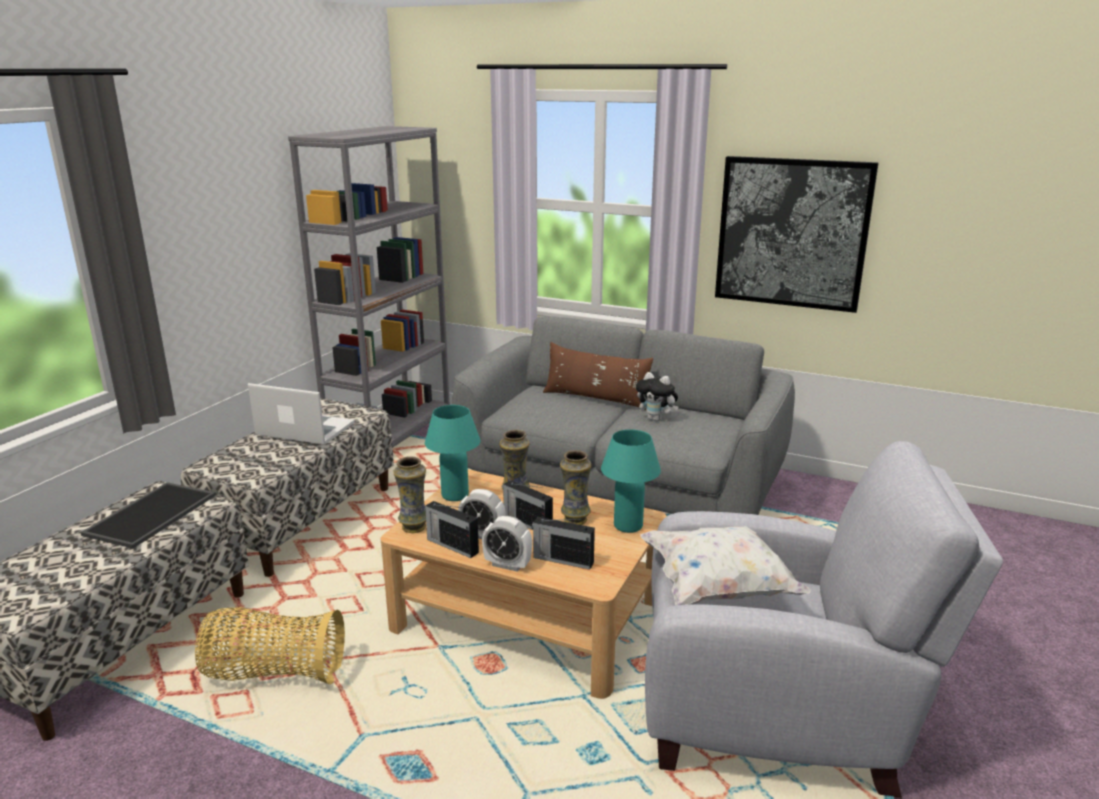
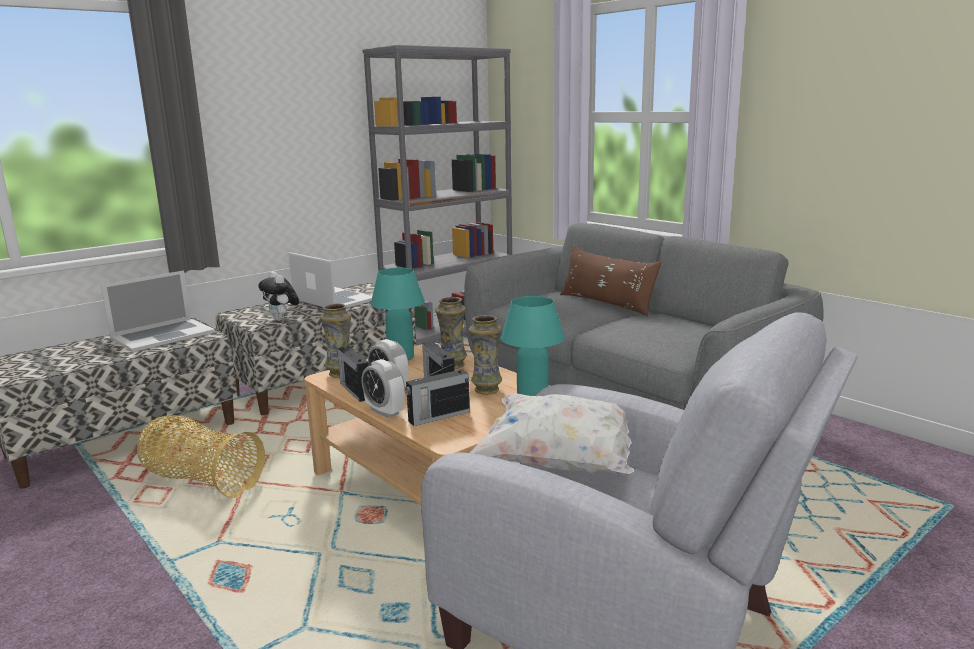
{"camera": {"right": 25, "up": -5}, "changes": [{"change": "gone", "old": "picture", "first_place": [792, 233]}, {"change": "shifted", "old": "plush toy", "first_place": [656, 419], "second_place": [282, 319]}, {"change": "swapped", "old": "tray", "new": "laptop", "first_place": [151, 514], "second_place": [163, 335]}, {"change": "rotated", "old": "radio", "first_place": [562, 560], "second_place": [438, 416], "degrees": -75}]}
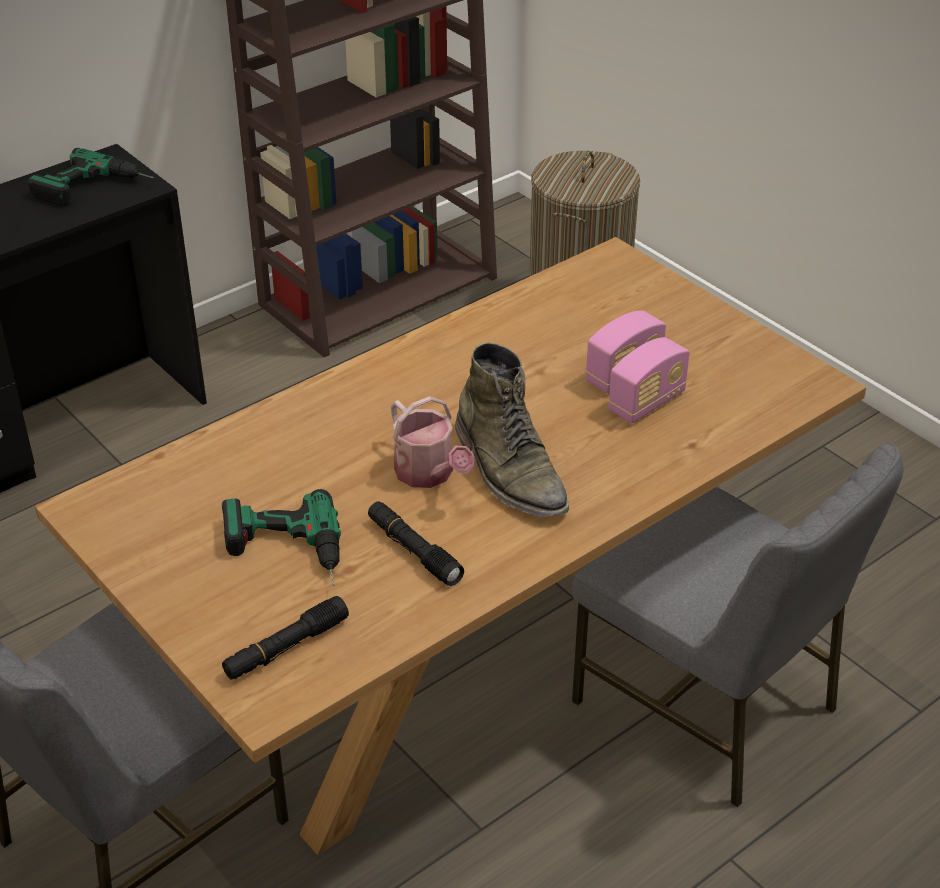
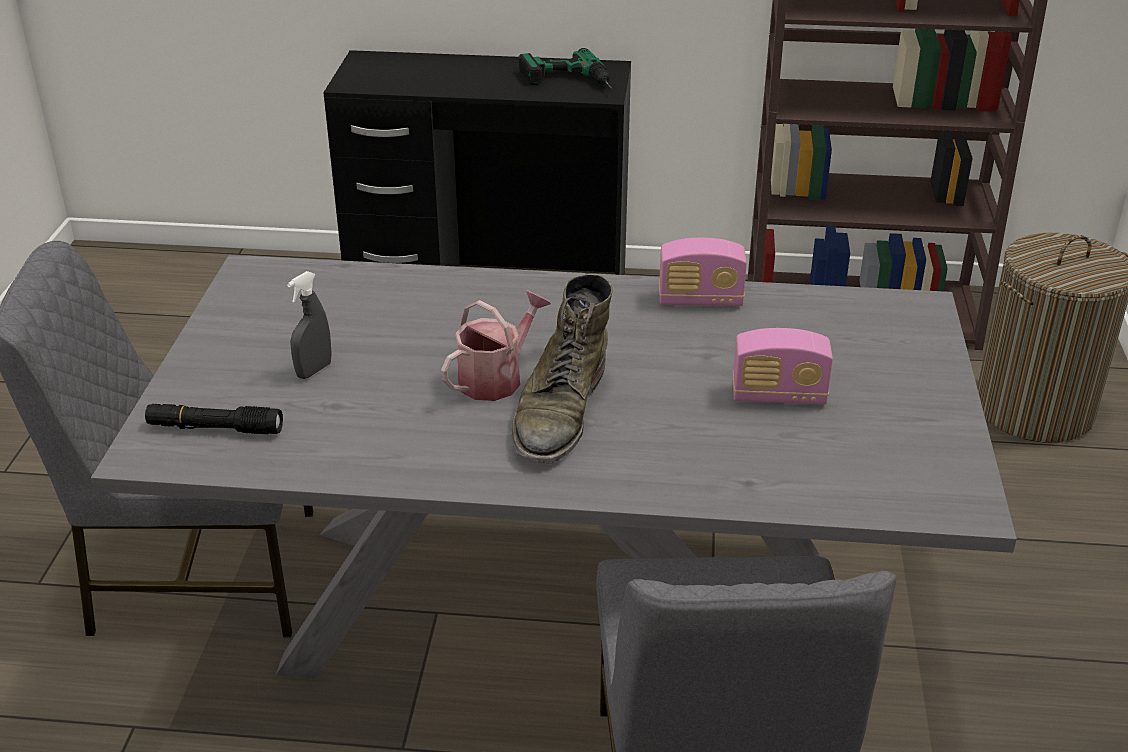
{"camera": {"right": 45, "up": -5}, "changes": [{"change": "gone", "old": "black flashlight", "first_place": [414, 551]}, {"change": "shifted", "old": "radio", "first_place": [647, 402], "second_place": [700, 300]}, {"change": "swapped", "old": "power drill", "new": "grey spray bottle", "first_place": [285, 554], "second_place": [314, 370]}, {"change": "repainted", "old": "brown dining table", "new": "grey dining table", "first_place": [468, 657], "second_place": [564, 617]}, {"change": "rotated", "old": "watering can", "first_place": [429, 474], "second_place": [496, 378], "degrees": -150}]}
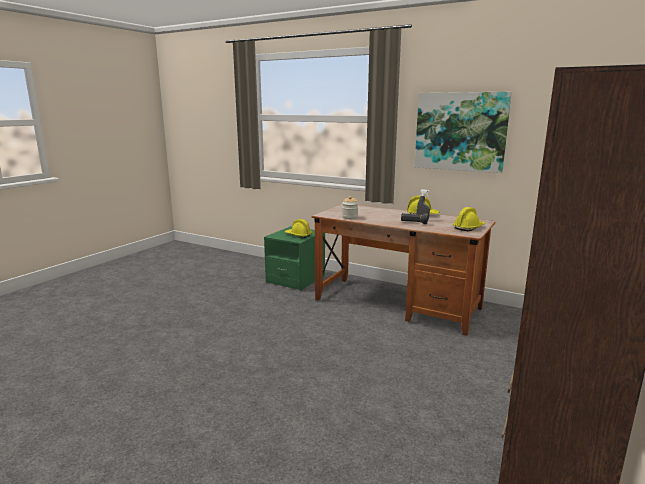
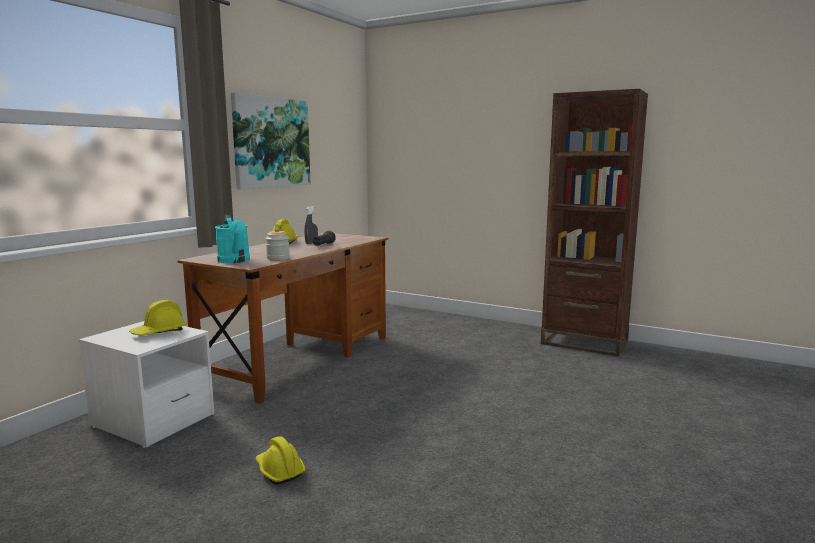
{"camera": {"right": -90, "up": -5}, "changes": [{"change": "new", "new": "turquoise watering can", "second_place": [235, 261]}, {"change": "shifted", "old": "yellow hard hat", "first_place": [468, 228], "second_place": [279, 470]}, {"change": "repainted", "old": "green nightstand", "new": "white nightstand", "first_place": [296, 279], "second_place": [153, 421]}]}
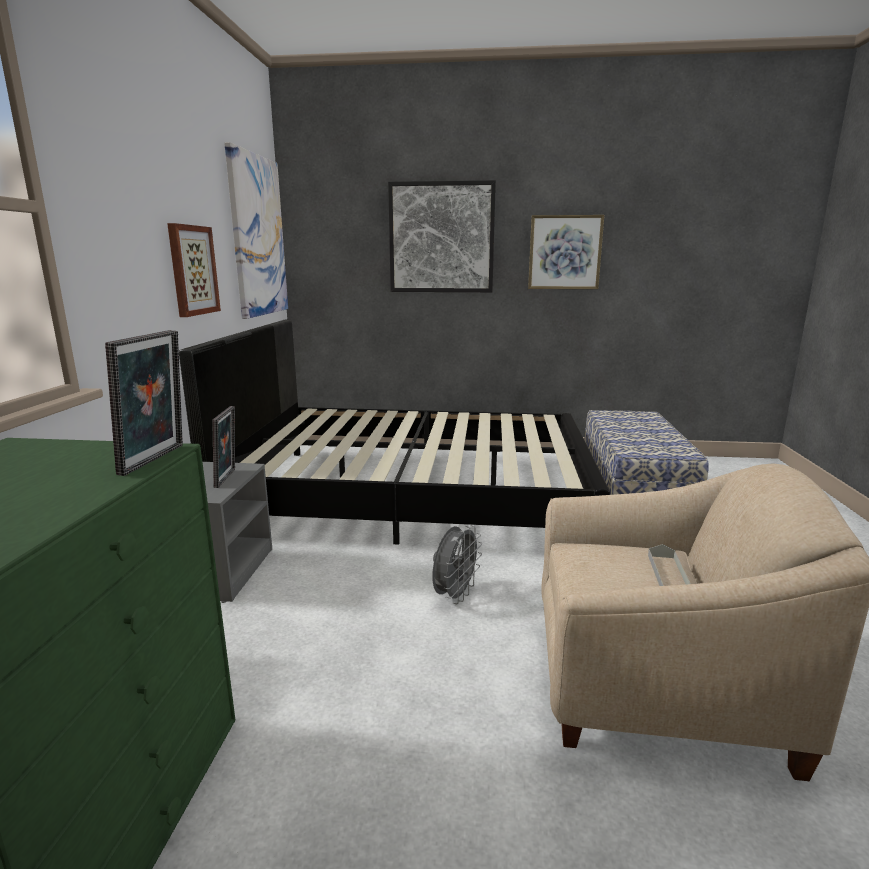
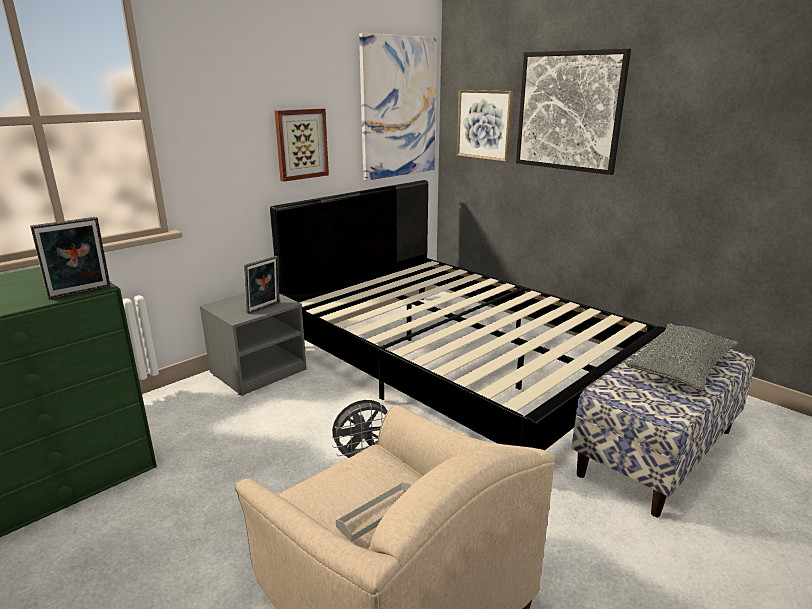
{"camera": {"right": 40, "up": 5}, "changes": [{"change": "new", "new": "grey pillow", "second_place": [680, 368]}, {"change": "shifted", "old": "picture", "first_place": [564, 252], "second_place": [484, 125]}]}
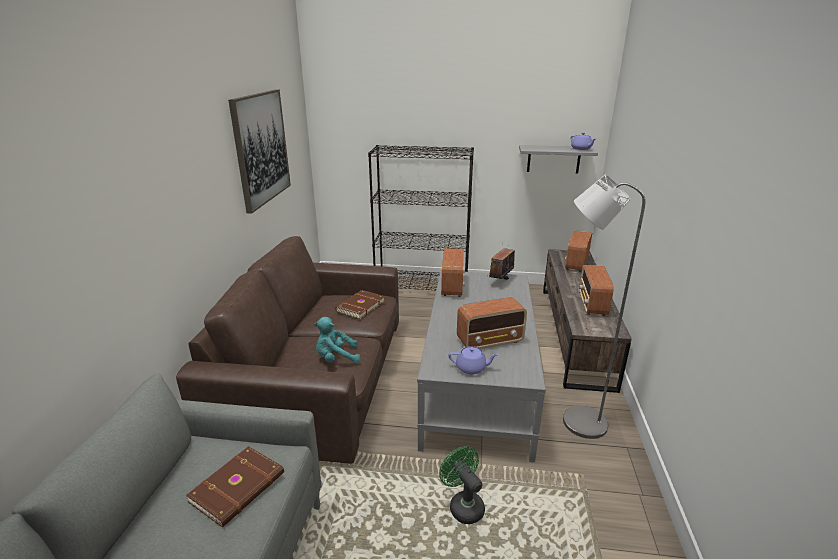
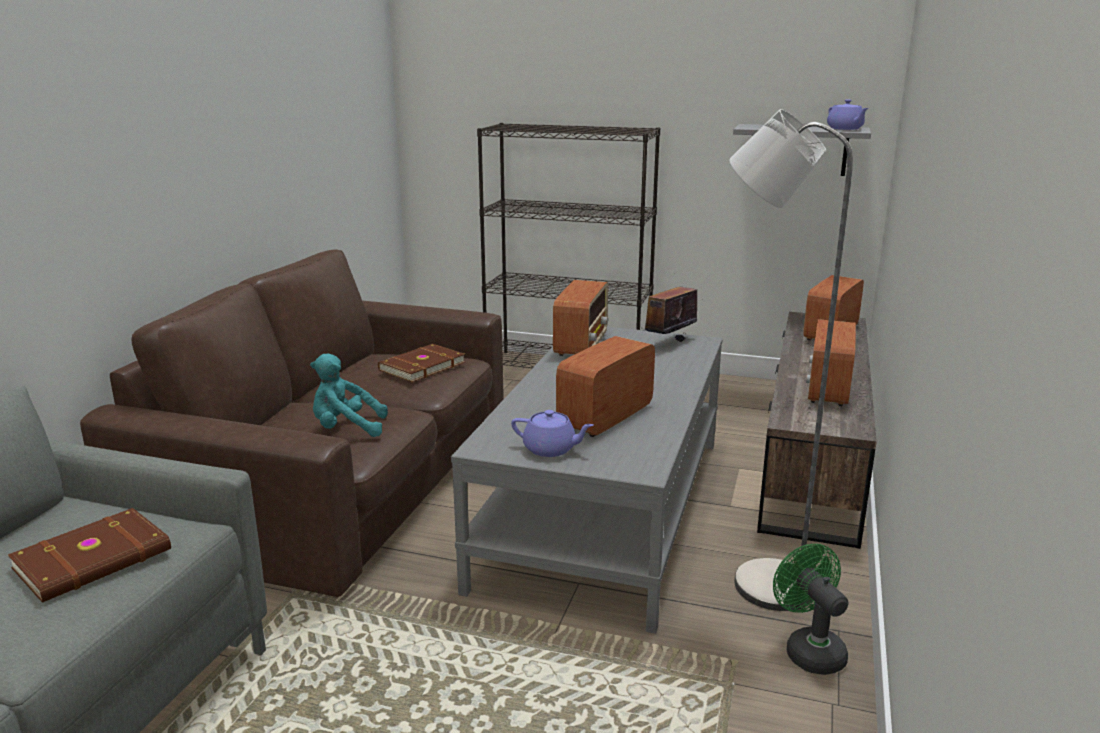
{"camera": {"right": 10, "up": -5}, "changes": [{"change": "gone", "old": "picture", "first_place": [261, 148]}, {"change": "shifted", "old": "green fan", "first_place": [463, 505], "second_place": [809, 649]}, {"change": "rotated", "old": "radio", "first_place": [490, 341], "second_place": [604, 418], "degrees": 135}]}
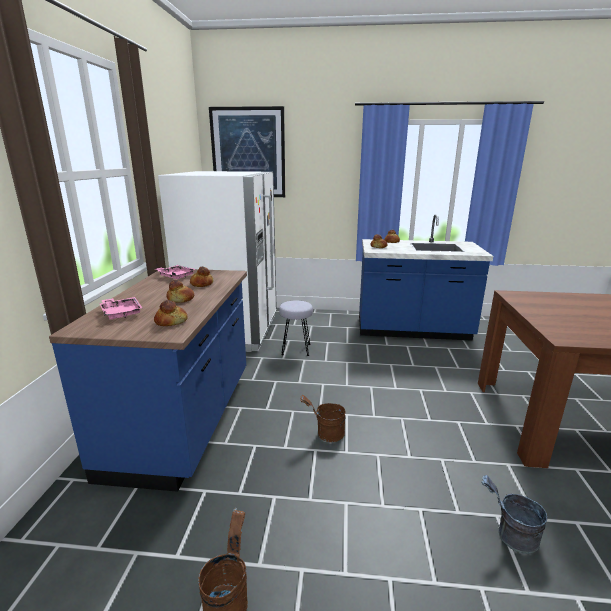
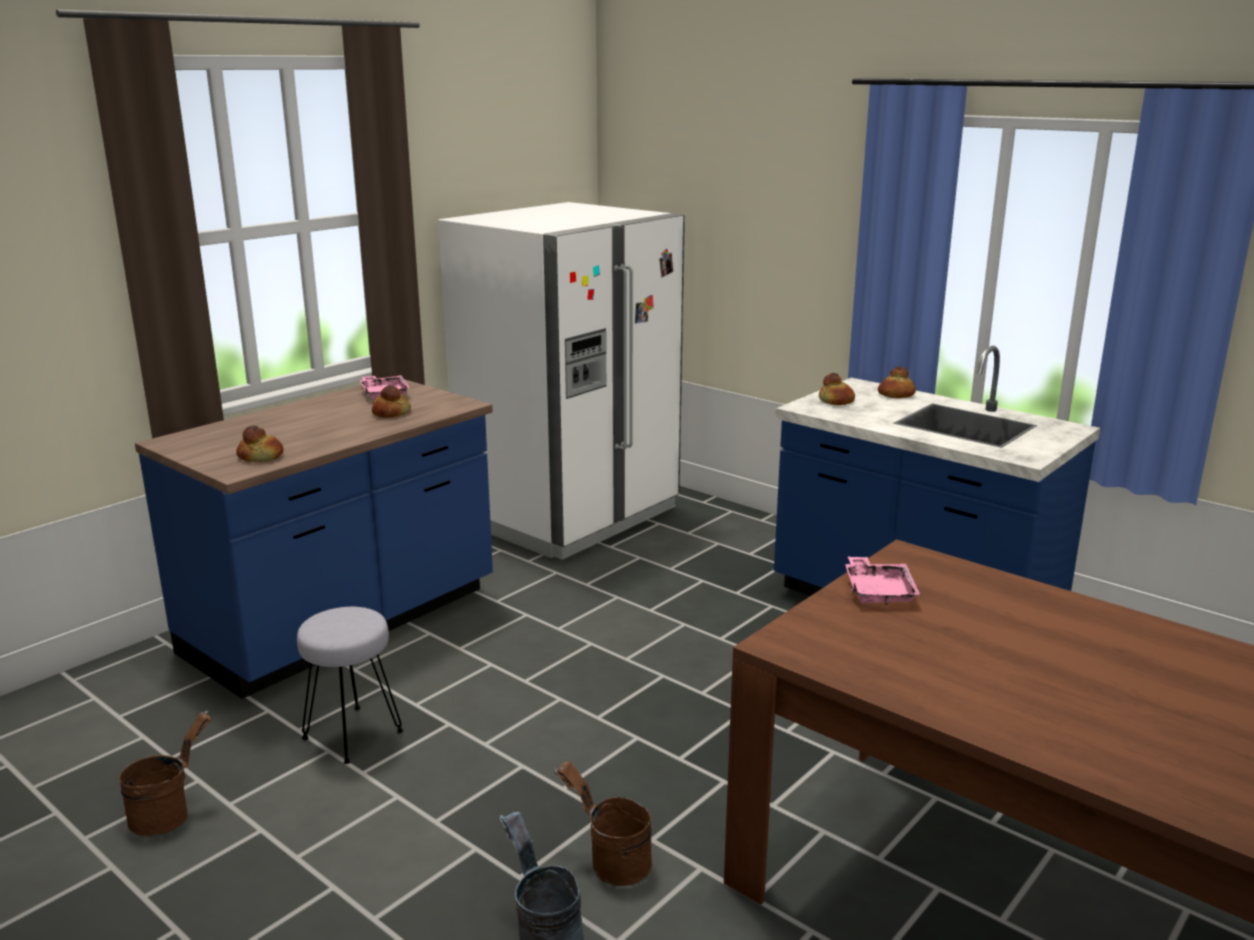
{"camera": {"right": 35, "up": 0}, "changes": [{"change": "gone", "old": "bread", "first_place": [181, 299]}, {"change": "gone", "old": "picture", "first_place": [248, 153]}, {"change": "shifted", "old": "pink tray", "first_place": [121, 313], "second_place": [878, 591]}, {"change": "shifted", "old": "grey stool", "first_place": [296, 349], "second_place": [354, 734]}, {"change": "shifted", "old": "brown bucket", "first_place": [325, 434], "second_place": [610, 863]}]}
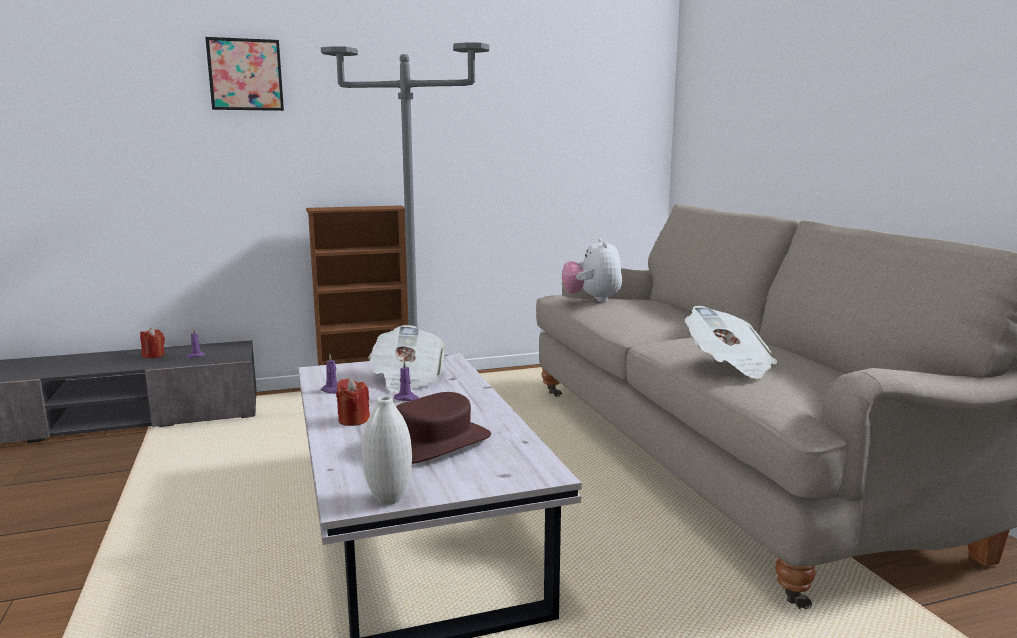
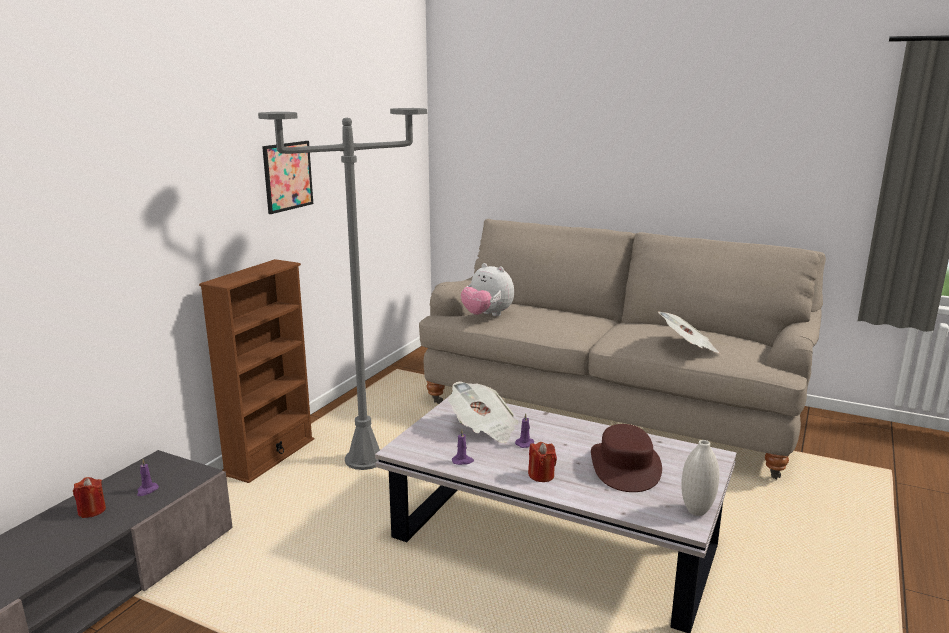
{"camera": {"right": -45, "up": 5}, "changes": [{"change": "shifted", "old": "picture", "first_place": [245, 74], "second_place": [287, 176]}]}
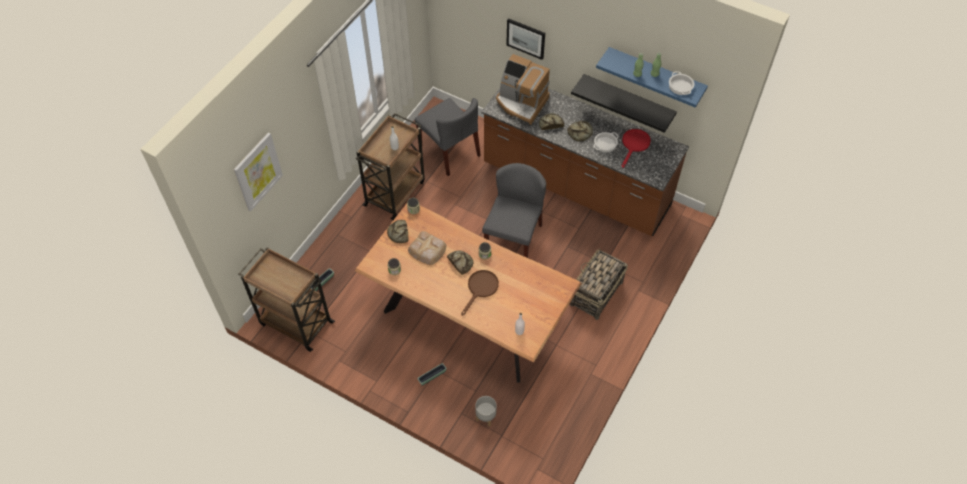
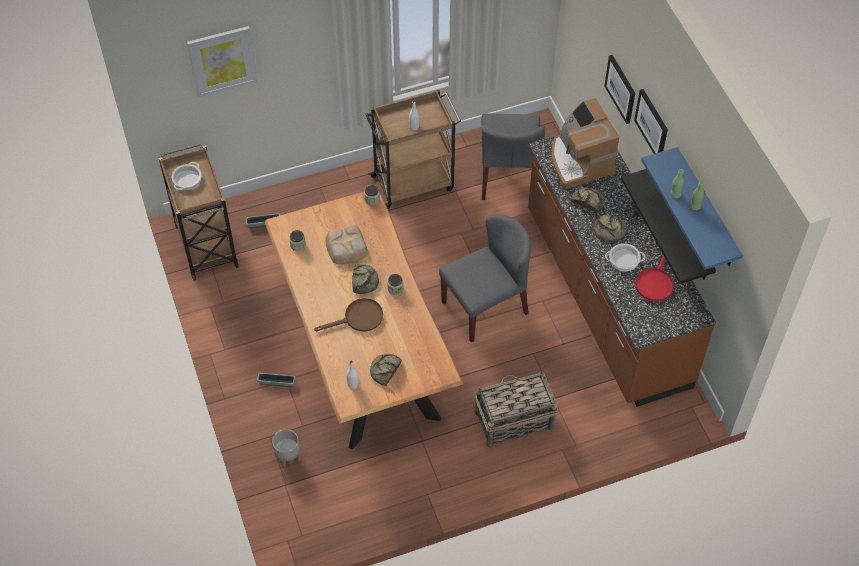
{"camera": {"right": 40, "up": 0}, "changes": [{"change": "new", "new": "picture", "second_place": [652, 124]}, {"change": "shifted", "old": "bread", "first_place": [399, 233], "second_place": [385, 370]}, {"change": "shifted", "old": "cooking pot", "first_place": [680, 86], "second_place": [187, 180]}, {"change": "rotated", "old": "red frying pan", "first_place": [634, 145], "second_place": [655, 281], "degrees": 135}]}
